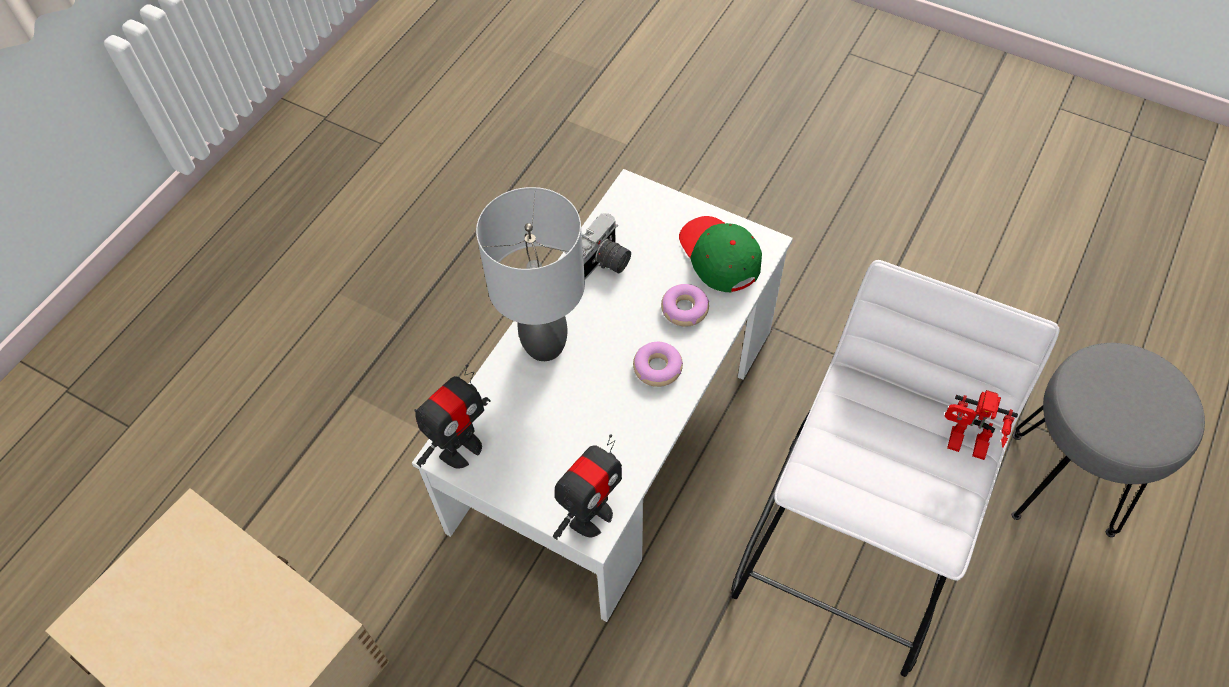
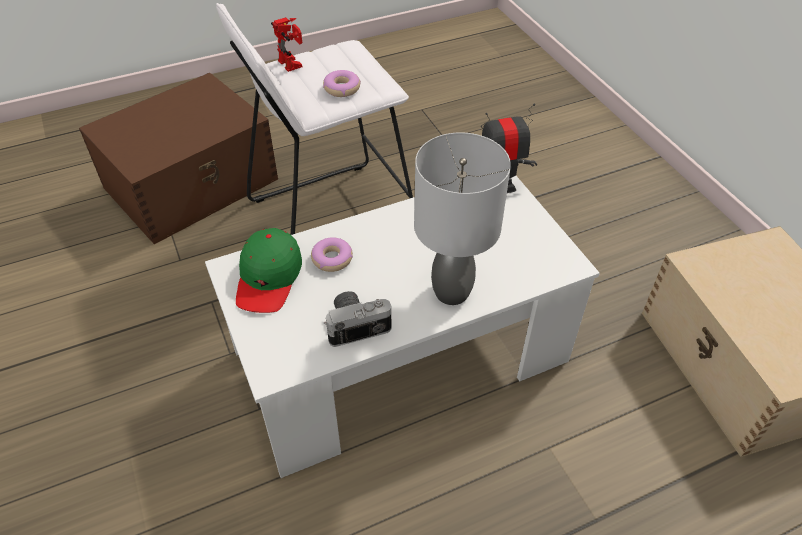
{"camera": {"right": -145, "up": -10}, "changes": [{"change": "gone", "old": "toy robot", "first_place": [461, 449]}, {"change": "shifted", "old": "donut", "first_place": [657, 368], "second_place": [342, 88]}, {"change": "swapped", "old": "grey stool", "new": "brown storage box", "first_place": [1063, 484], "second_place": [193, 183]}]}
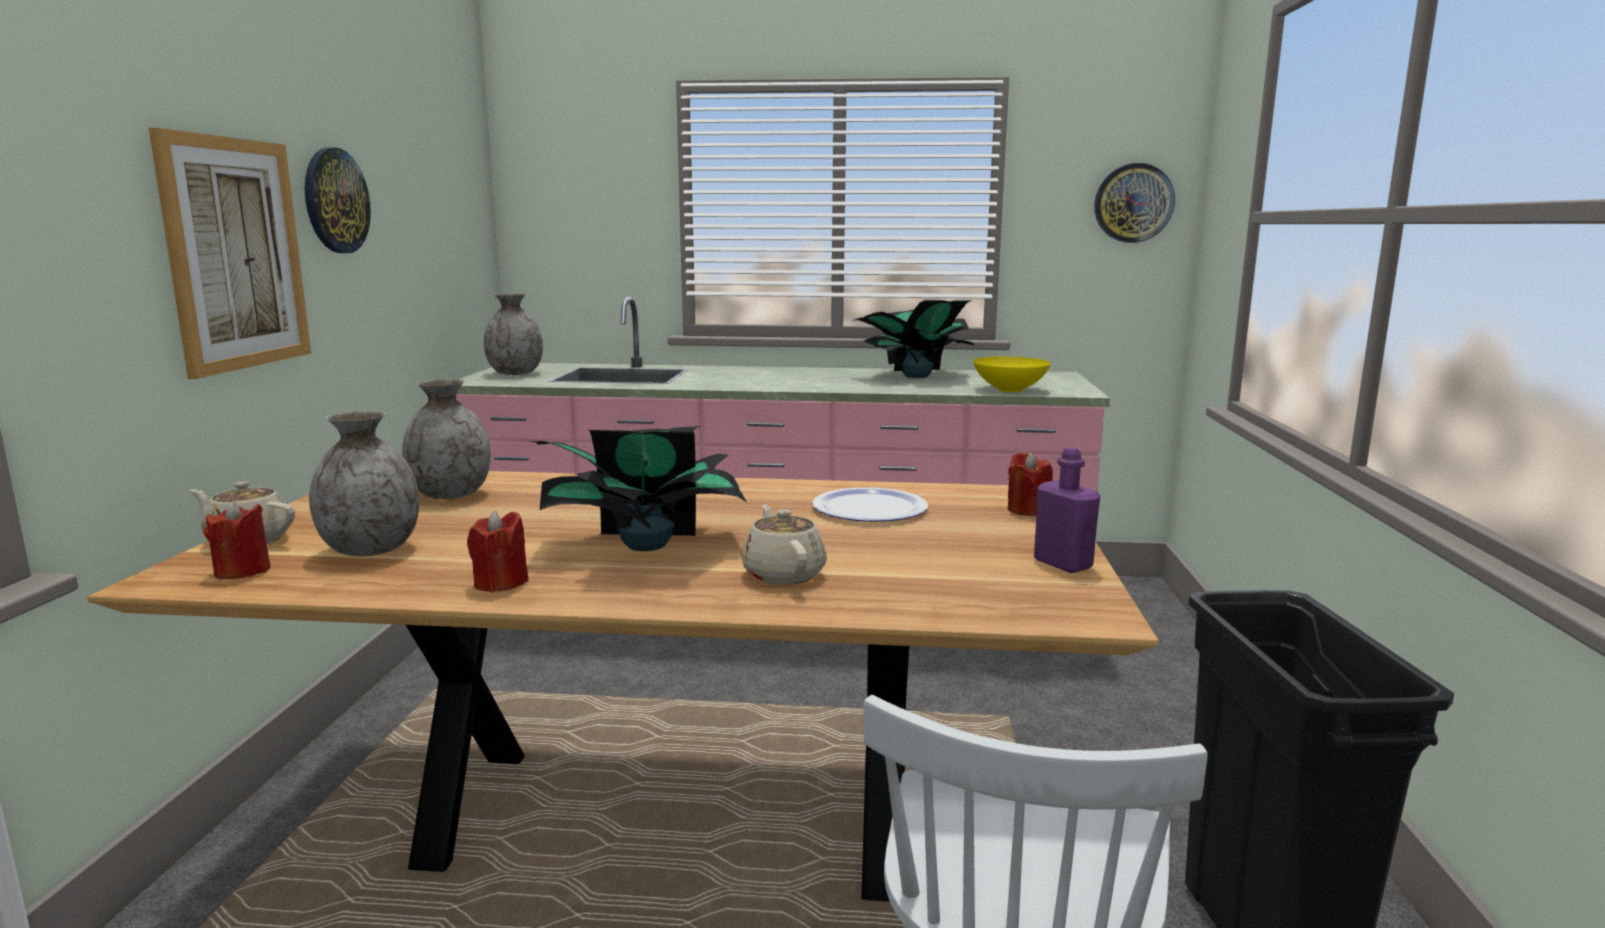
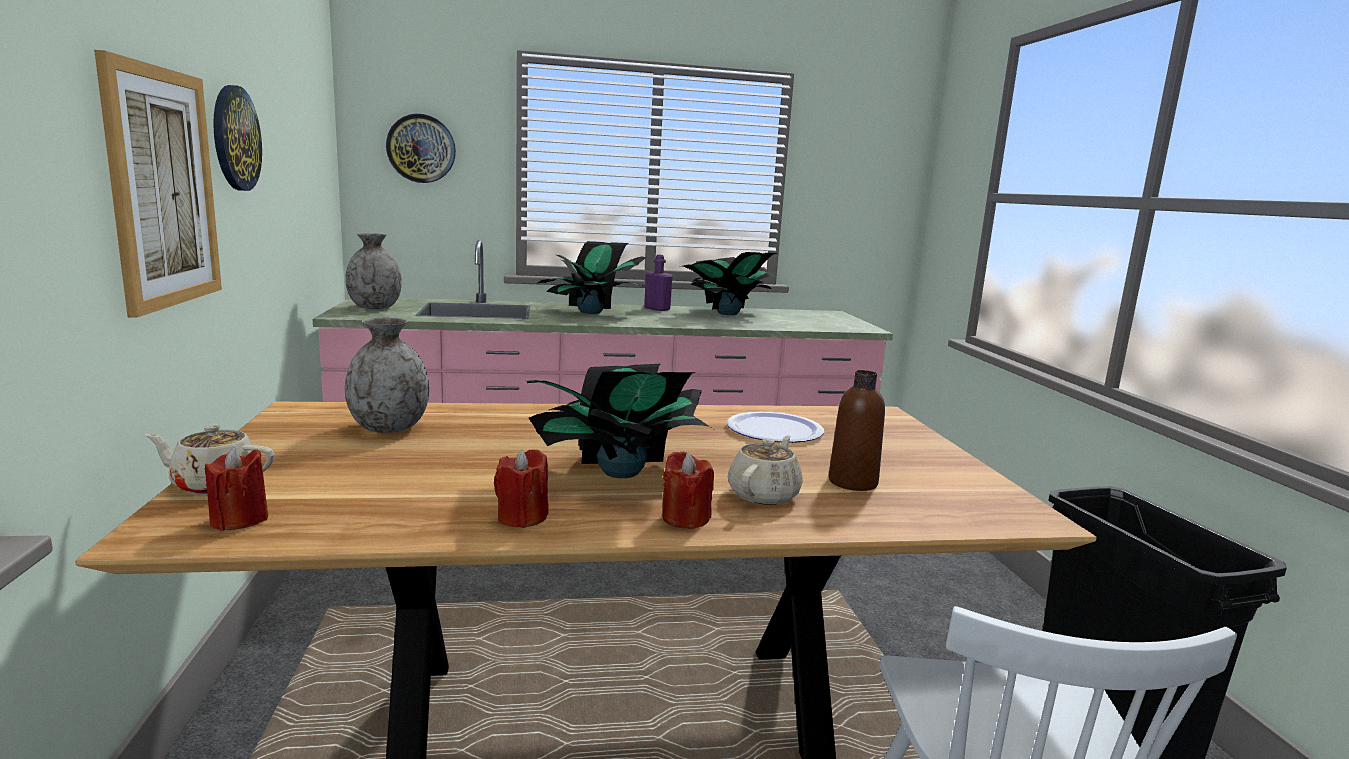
{"camera": {"right": -15, "up": 0}, "changes": [{"change": "gone", "old": "grey vase", "first_place": [371, 550]}, {"change": "gone", "old": "yellow bowl", "first_place": [1009, 390]}, {"change": "new", "new": "potted plant", "second_place": [592, 312]}, {"change": "new", "new": "brown bottle", "second_place": [852, 482]}, {"change": "shifted", "old": "red candle", "first_place": [1027, 510], "second_place": [685, 518]}, {"change": "shifted", "old": "purple bottle", "first_place": [1063, 563], "second_place": [657, 309]}, {"change": "shifted", "old": "wall clock", "first_place": [1133, 203], "second_place": [421, 148]}, {"change": "rotated", "old": "beige teapot", "first_place": [783, 574], "second_place": [764, 494], "degrees": 60}]}
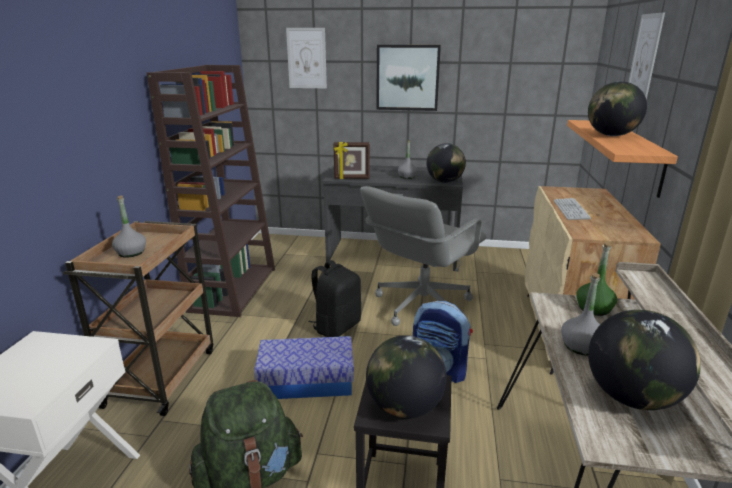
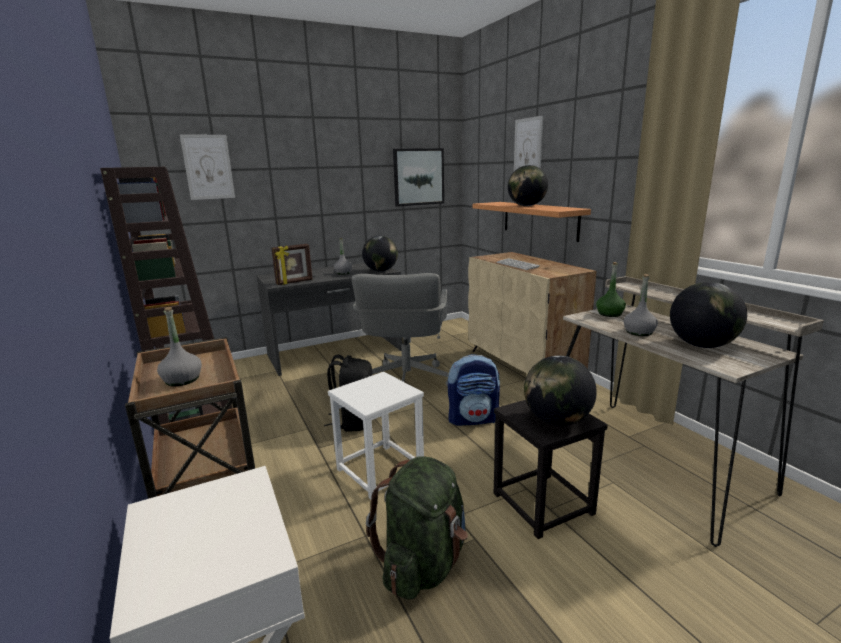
{"camera": {"right": -35, "up": -5}, "changes": [{"change": "shifted", "old": "picture", "first_place": [407, 77], "second_place": [418, 177]}, {"change": "swapped", "old": "storage box", "new": "white stool", "first_place": [306, 381], "second_place": [380, 471]}]}
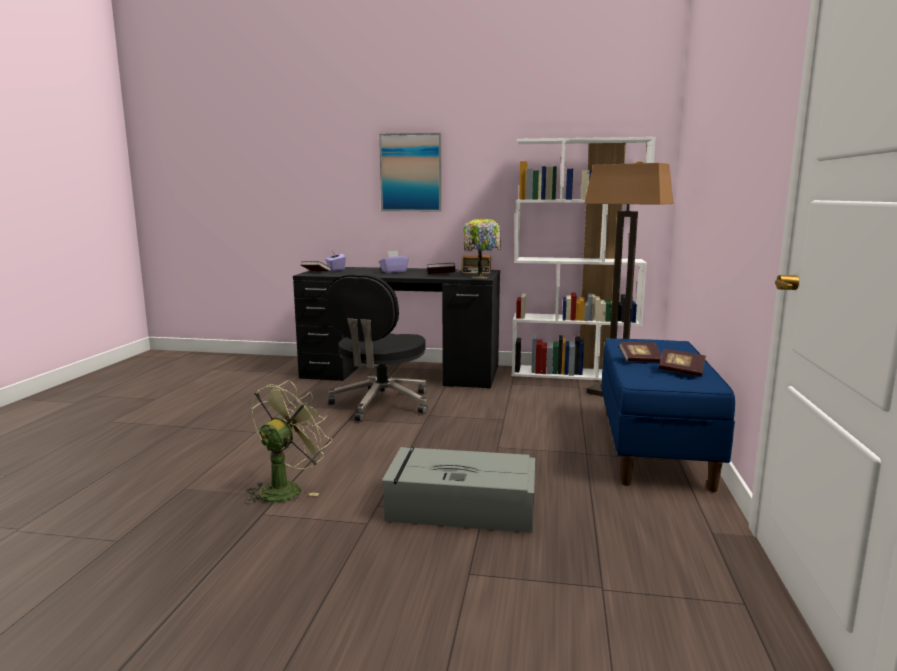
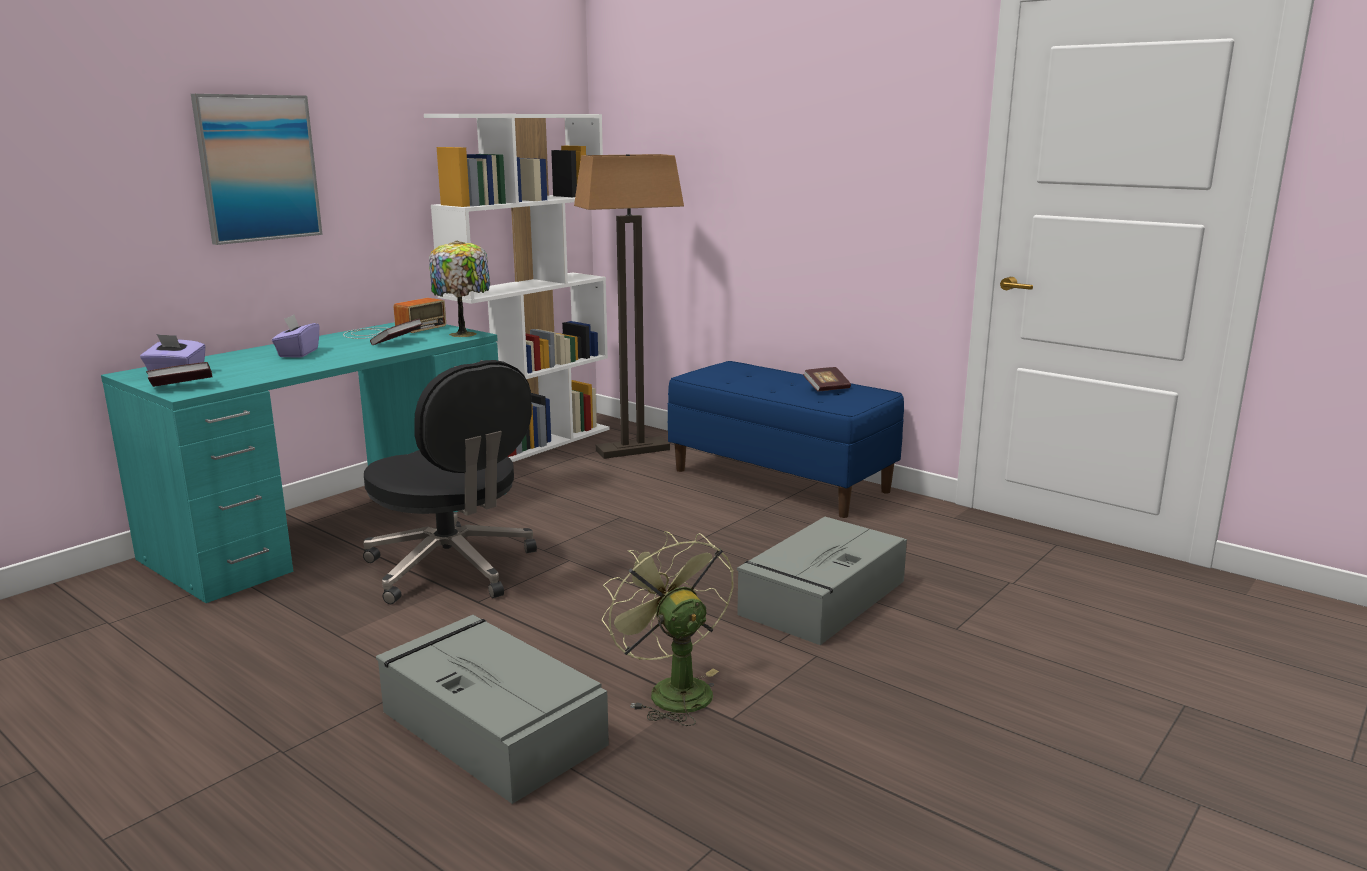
{"camera": {"right": -60, "up": 5}, "changes": [{"change": "gone", "old": "book", "first_place": [640, 360]}, {"change": "new", "new": "grey storage box", "second_place": [490, 726]}, {"change": "repainted", "old": "black desk", "new": "turquoise desk", "first_place": [402, 372], "second_place": [337, 524]}]}
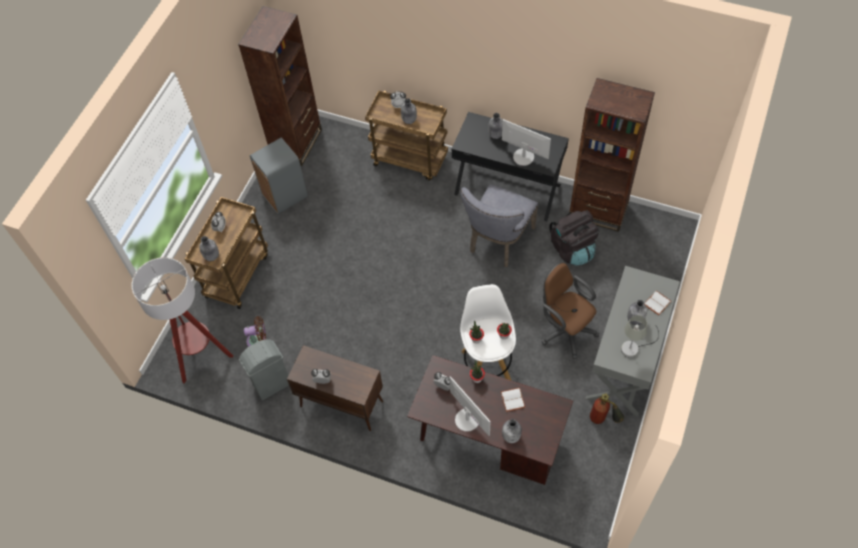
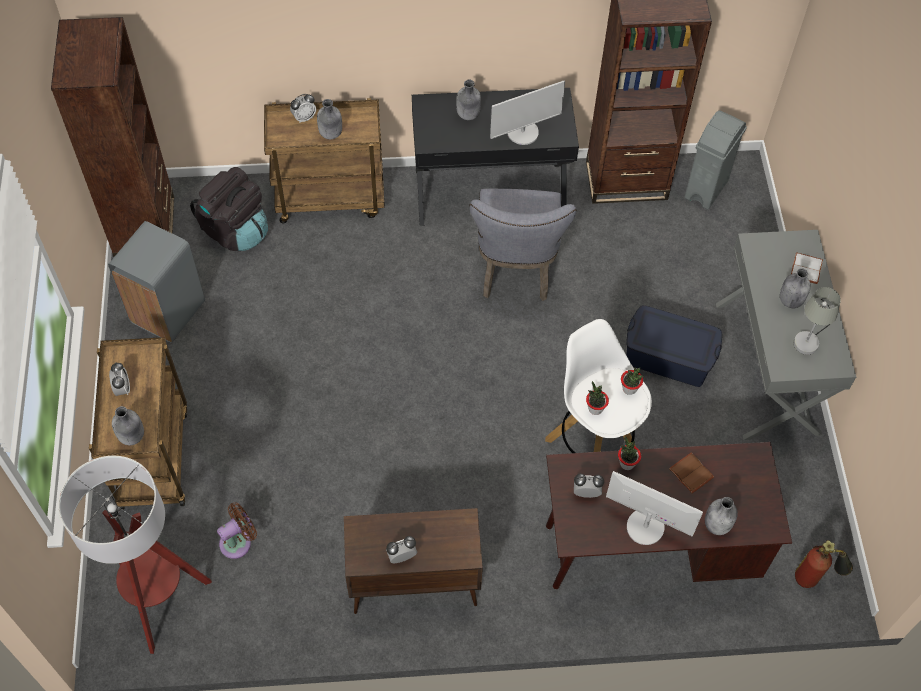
{"camera": {"right": -30, "up": 0}, "changes": [{"change": "shifted", "old": "grey trash can", "first_place": [273, 384], "second_place": [706, 189]}, {"change": "shifted", "old": "black backpack", "first_place": [572, 249], "second_place": [235, 230]}, {"change": "shifted", "old": "fire extinguisher", "first_place": [603, 420], "second_place": [815, 578]}, {"change": "swapped", "old": "brown office chair", "new": "blue storage box", "first_place": [565, 330], "second_place": [668, 357]}, {"change": "repainted", "old": "white book", "new": "brown book", "first_place": [513, 400], "second_place": [692, 473]}, {"change": "rotated", "old": "monitor", "first_place": [523, 156], "second_place": [523, 132], "degrees": 150}]}
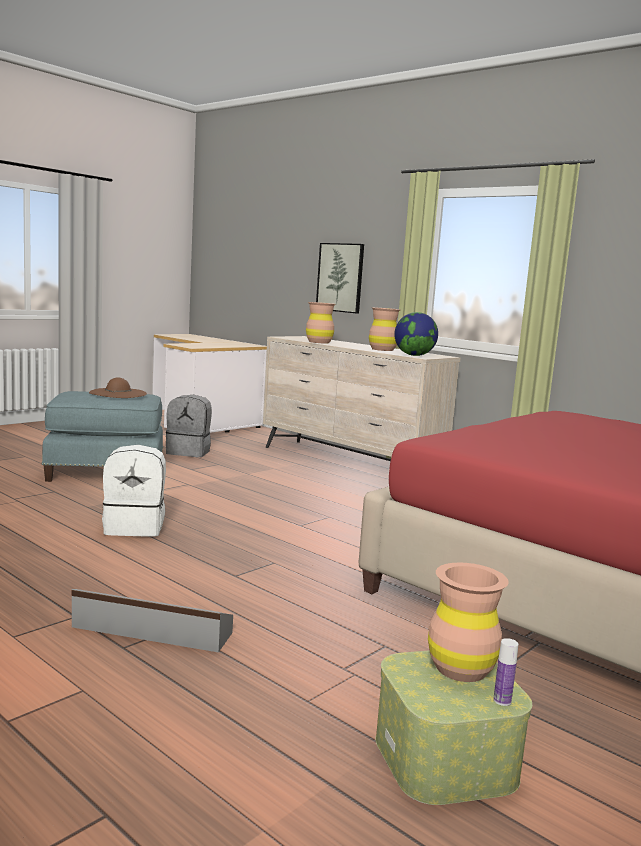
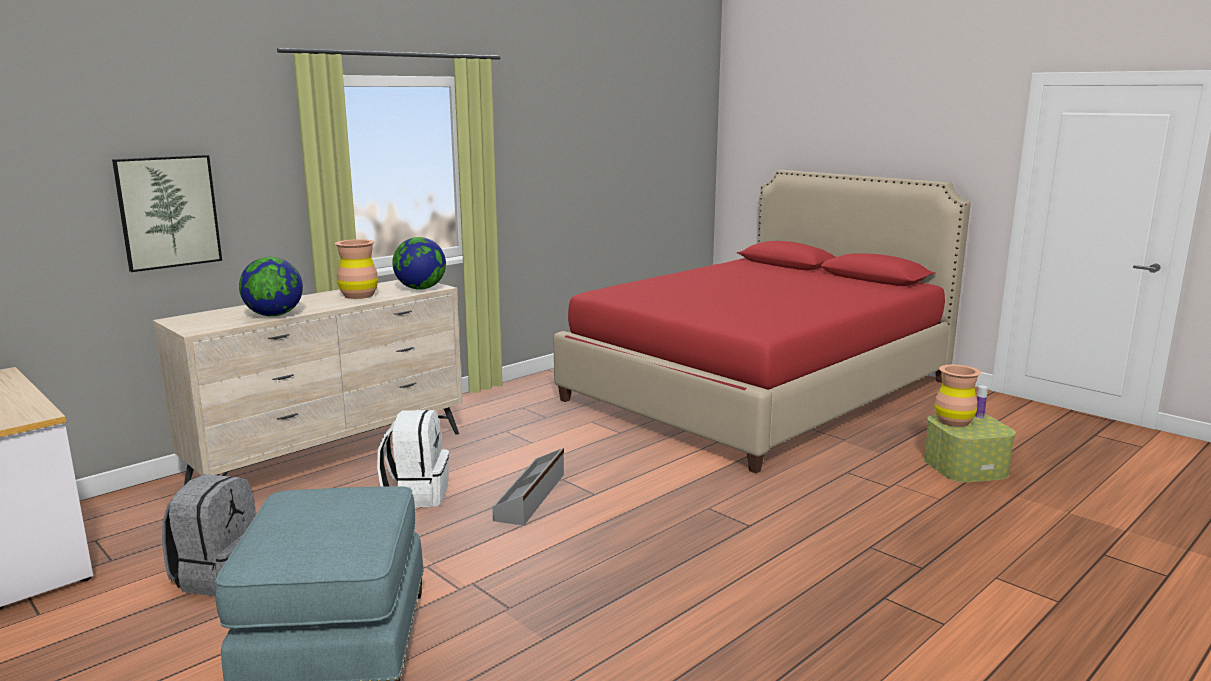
{"camera": {"right": -85, "up": 5}, "changes": [{"change": "gone", "old": "brown hat", "first_place": [118, 393]}, {"change": "shifted", "old": "grey storage box", "first_place": [151, 631], "second_place": [532, 496]}, {"change": "shifted", "old": "white backpack", "first_place": [135, 527], "second_place": [417, 494]}, {"change": "swapped", "old": "brown vase", "new": "globe", "first_place": [319, 342], "second_place": [274, 315]}]}
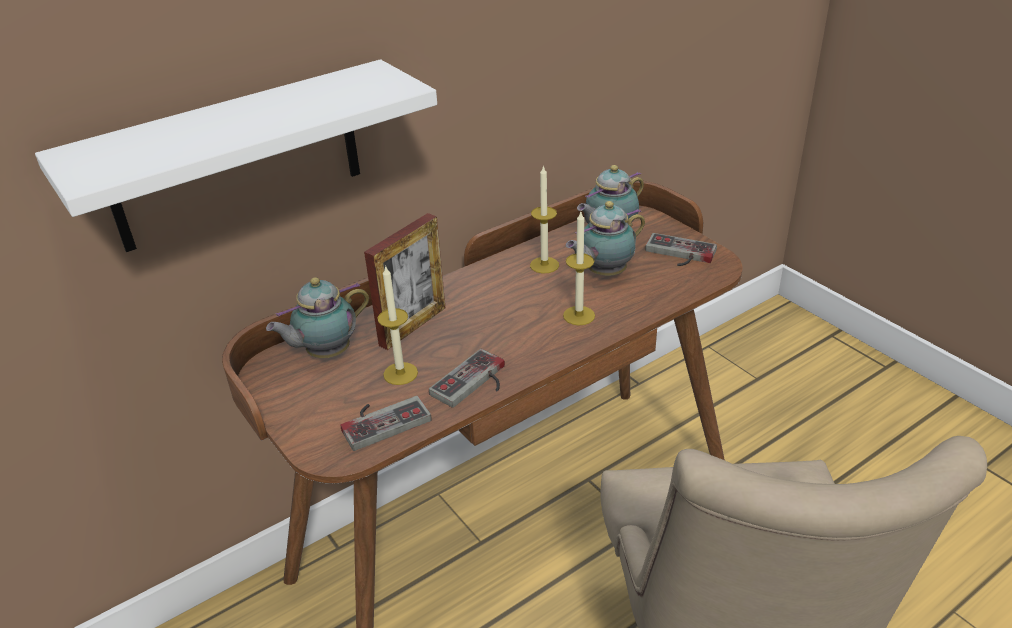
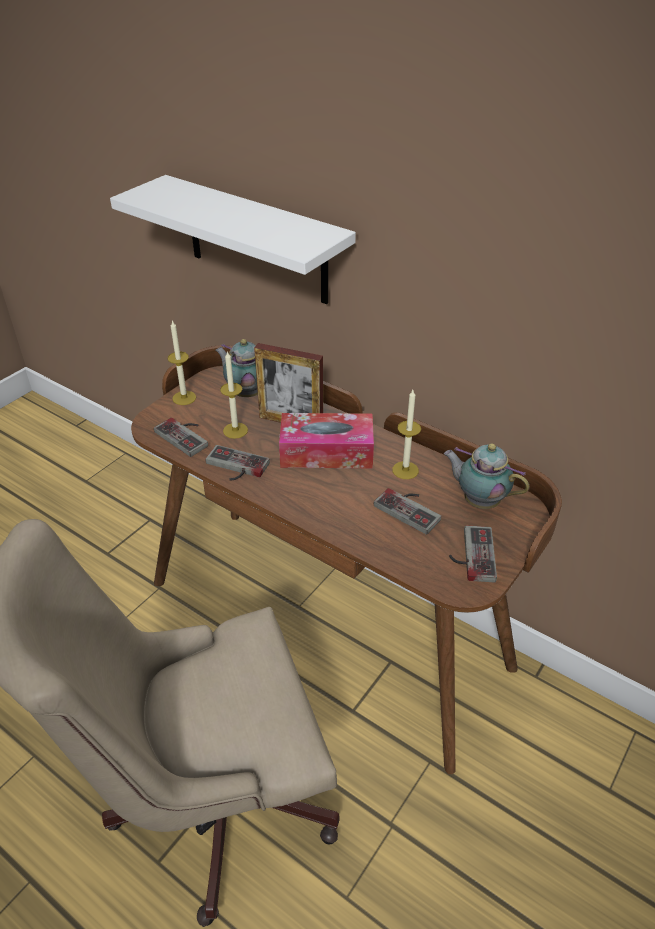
{"camera": {"right": 70, "up": 5}, "changes": [{"change": "new", "new": "tissue box", "second_place": [326, 452]}, {"change": "shifted", "old": "candle", "first_place": [579, 315], "second_place": [184, 398]}, {"change": "swapped", "old": "teapot", "new": "game controller", "first_place": [603, 273], "second_place": [411, 508]}]}
